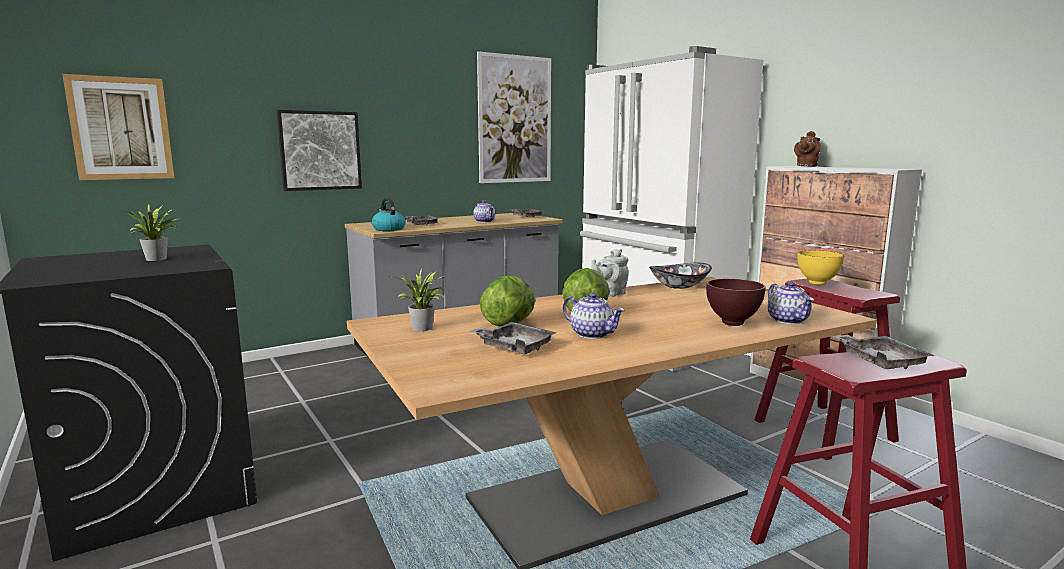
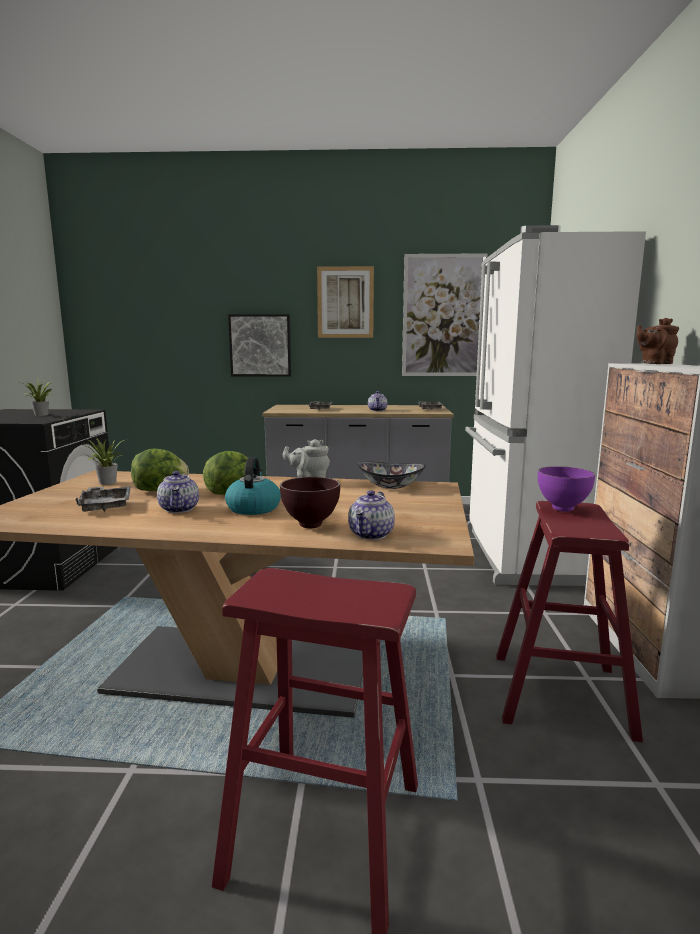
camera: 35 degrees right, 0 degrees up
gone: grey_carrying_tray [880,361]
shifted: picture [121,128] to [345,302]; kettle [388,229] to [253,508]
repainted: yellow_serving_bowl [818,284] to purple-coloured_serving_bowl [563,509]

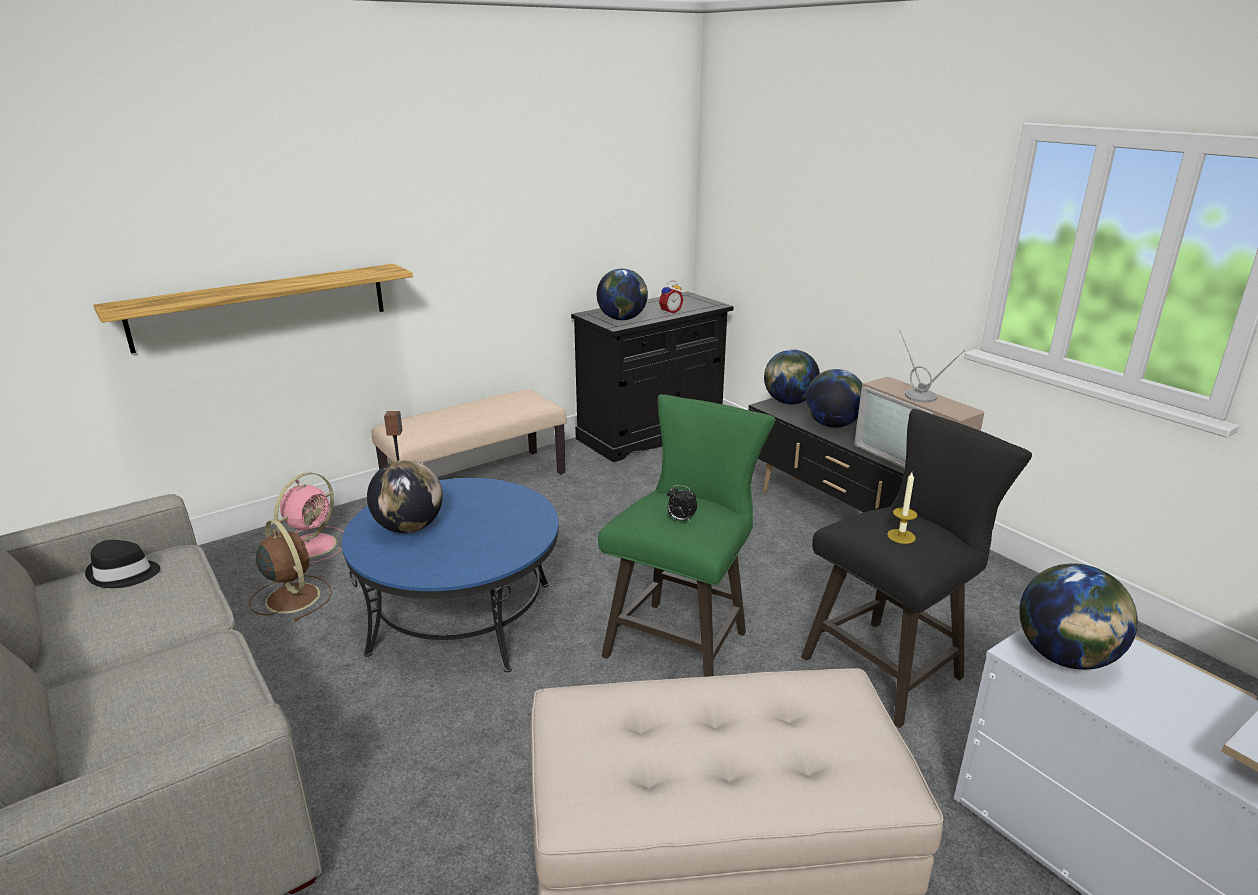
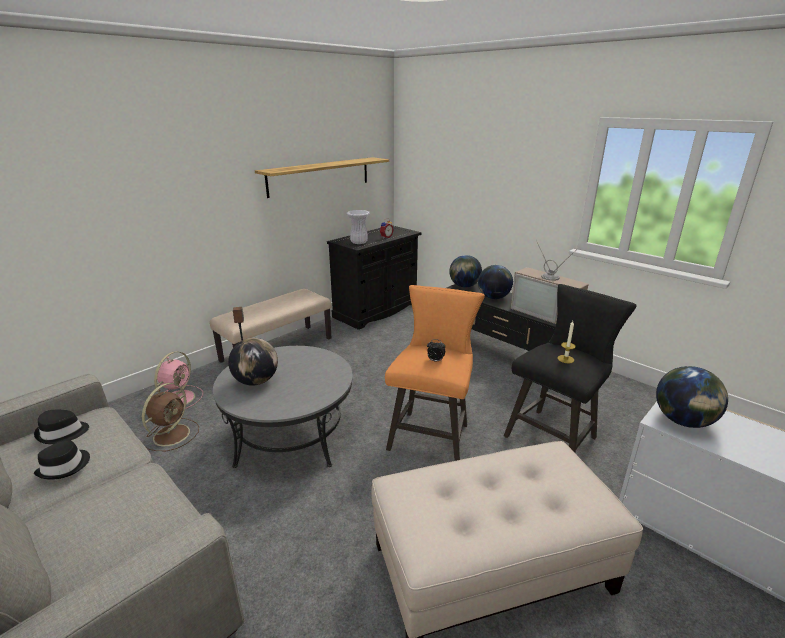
camera: 10 degrees left, 0 degrees up
new: black-coloured_hat [65,466]
shifted: shelf [262,306] to [320,176]
swapped: world_globe [622,319] to whitish_vase [359,242]
repainted: blue-coloured_lounge_table [461,617] to grey_lounge_table [290,435]; green-coloured_sitting_stool [682,639] to orangey_sitting_stool [431,433]
rotated: brown_fan [291,597] = [173,434] 75 degrees clockwise

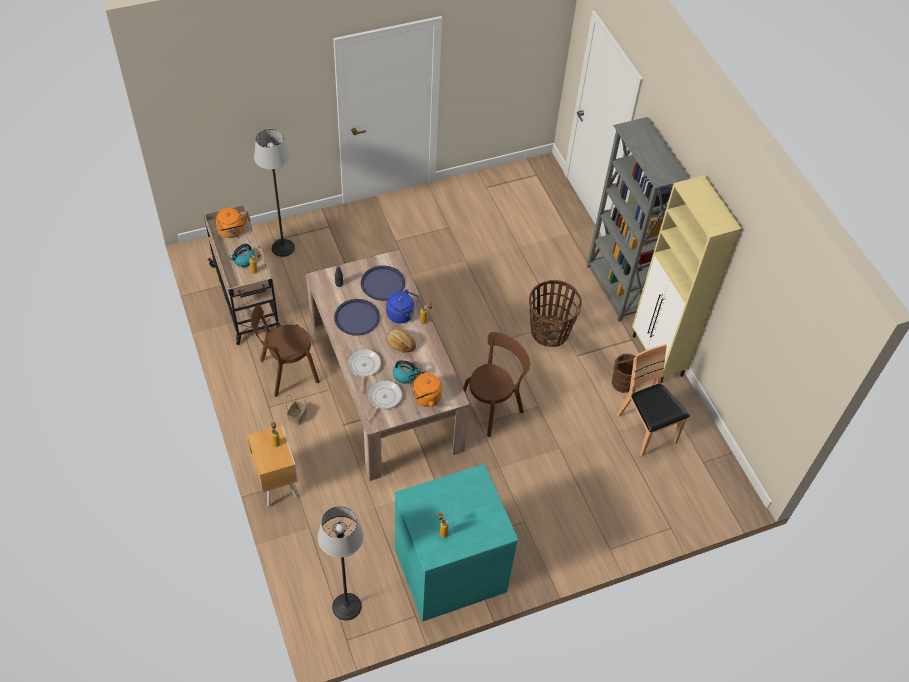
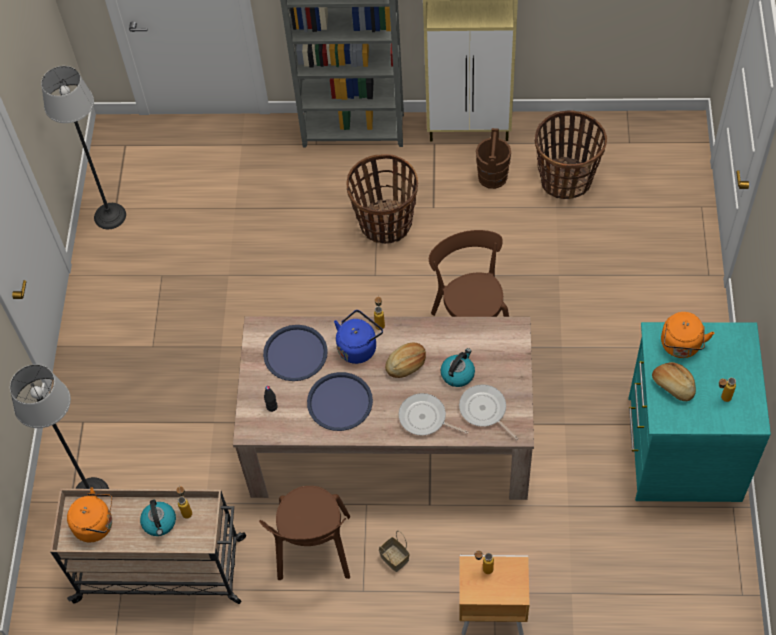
camera: 60 degrees left, 5 degrees up
new: bread [673,386]
shifted: standing_lamp [346,606] to [110,216]; orangey_kettle [424,397] to [681,346]
swapped: brown_plain_chair [645,430] to basket [566,179]

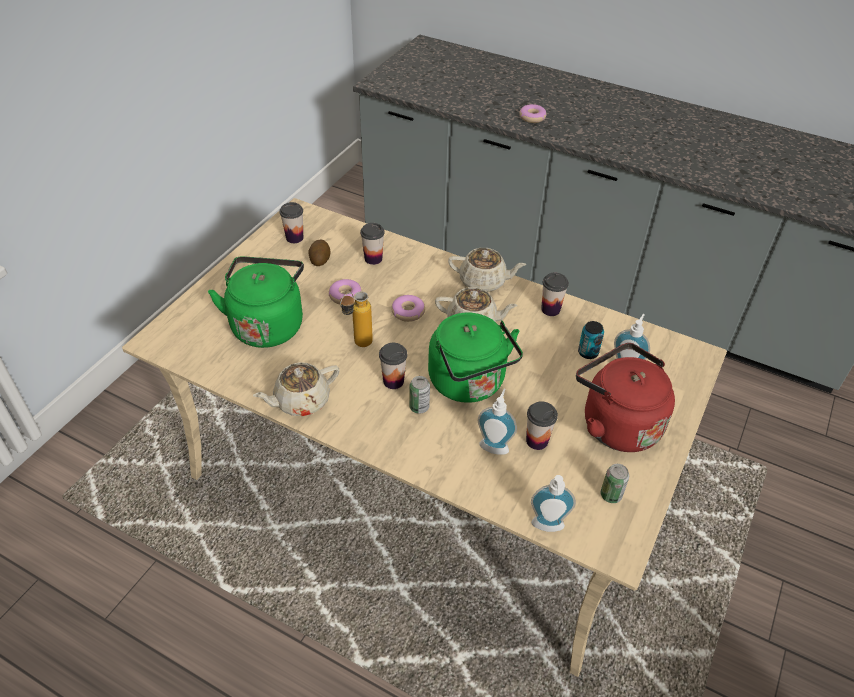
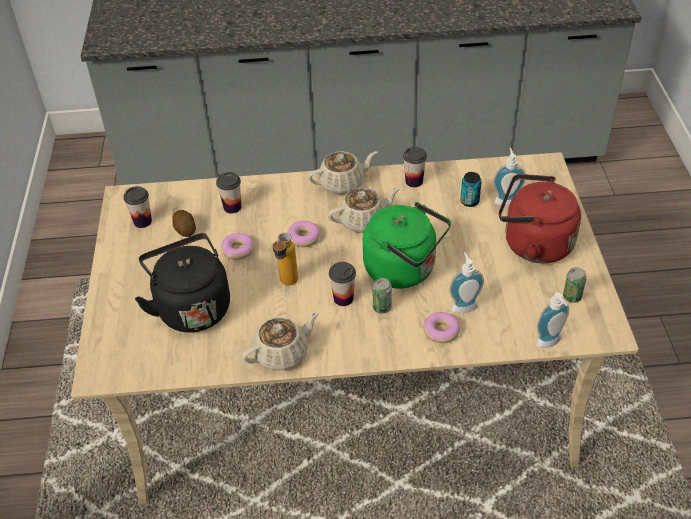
camera: 30 degrees left, 0 degrees up
gone: cup [537,441]
shifted: donut [532,117] to [441,331]
repainted: green-coloured_kettle [267,324] to black-coloured_kettle [191,307]
rotated: beige-coloured_pot_for_tea [301,401] = [282,353] 150 degrees counterclockwise

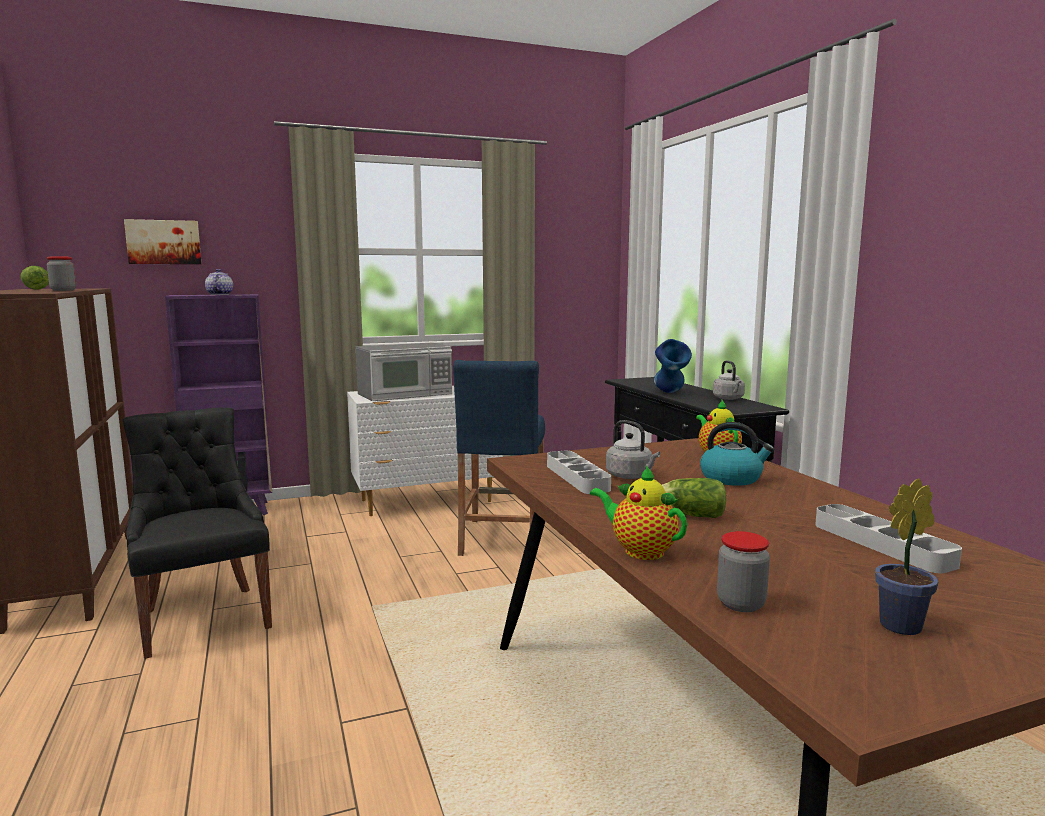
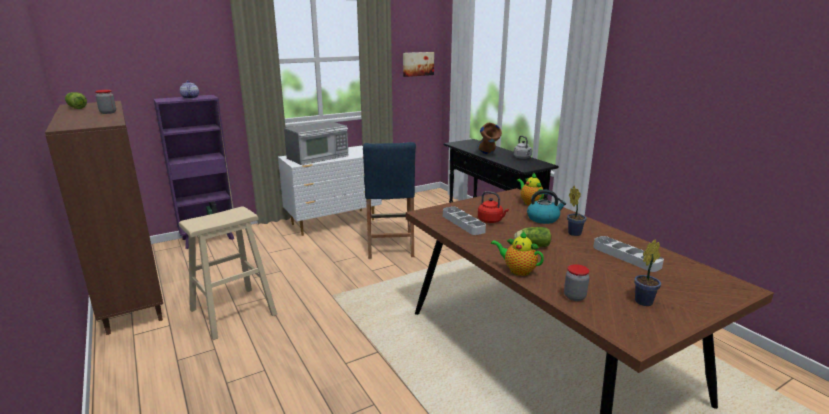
camera: 10 degrees left, 10 degrees up
new: houseplant [573,233]
shifted: picture [164,242] to [417,64]
swapped: black-coloured_plain_chair [204,618] to beige-coloured_sitting_stool [233,312]
repainted: grey_kettle [631,476] to red_kettle [491,221]; blue-coloured_vase [670,393] to brown_vase [488,154]

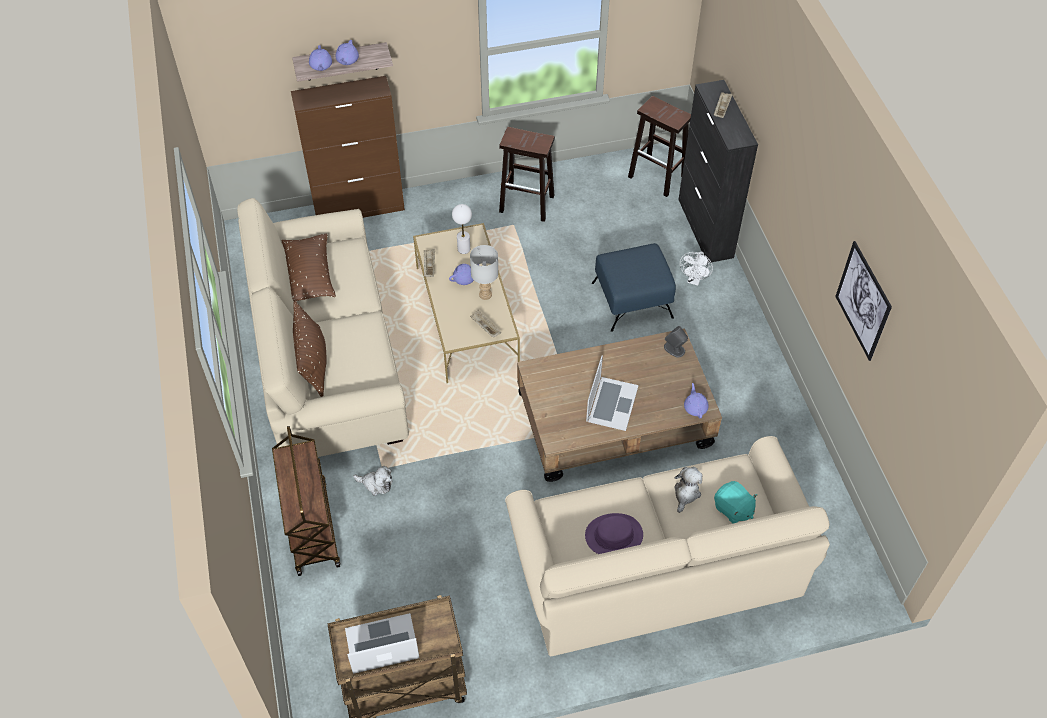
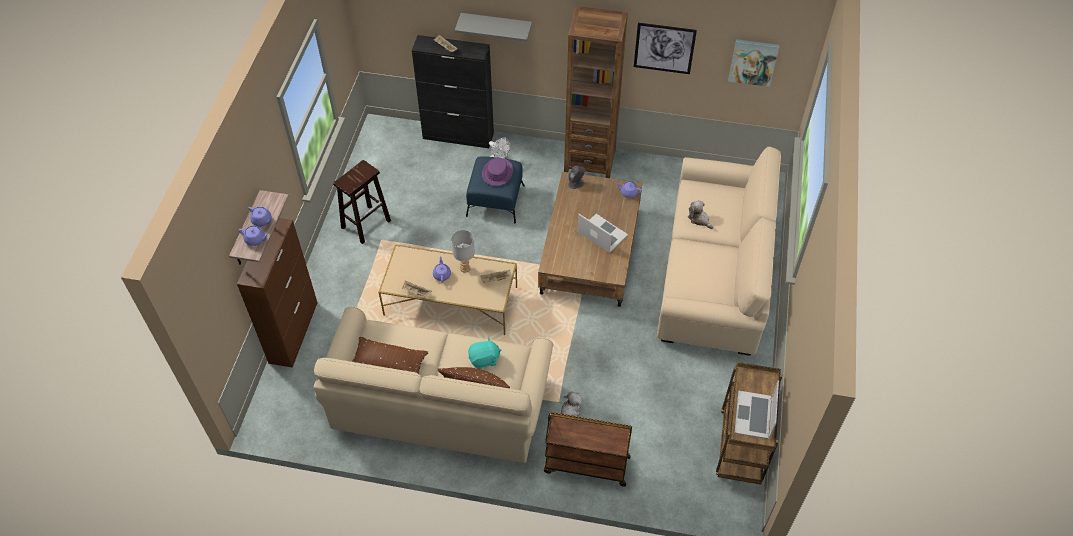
camera: 65 degrees left, 0 degrees up
gone: whitish_table_lamp [463,249]; brown_sitting_stool [658,177]
new: grey_shelf [496,26]; brown_bookshelf [590,160]; picture [753,62]
shifted: purple-coloured_hat [613,535] to [497,172]; turquoise_soft_toy [733,509] to [484,359]

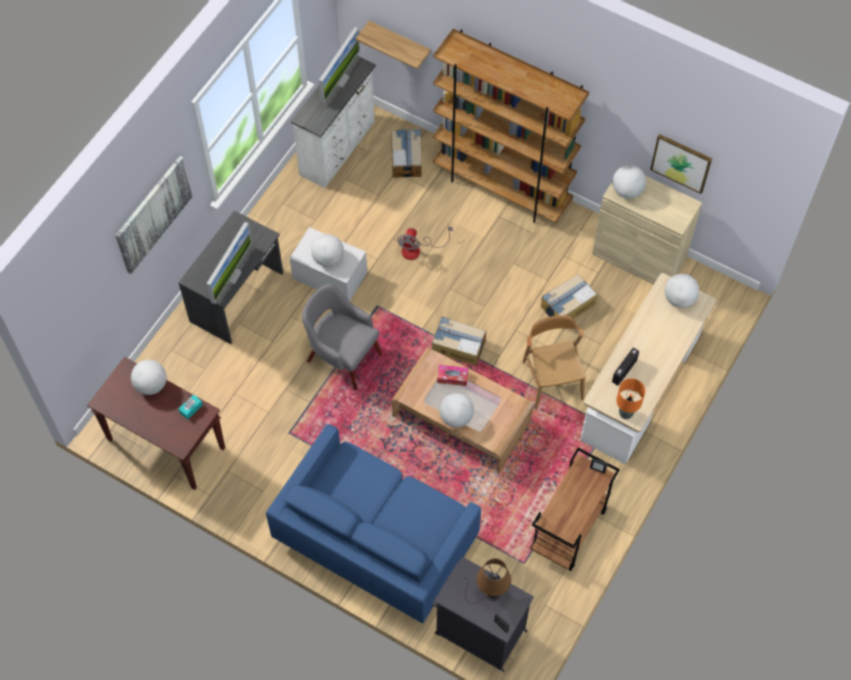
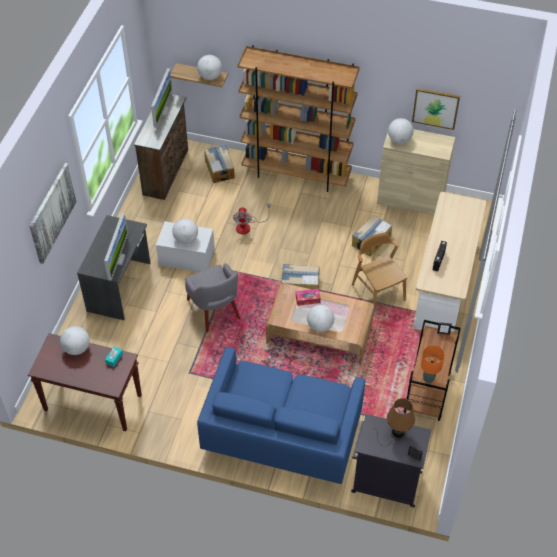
camera: 15 degrees left, 10 degrees down
shifted: orangey_table_lamp [625,413] to [428,378]; world_globe [679,299] to [210,76]
repainted: whitish_drawer_chest [339,148] to brown_drawer_chest [167,172]
rotated: grey_armchair [342,356] = [214,310] 135 degrees counterclockwise

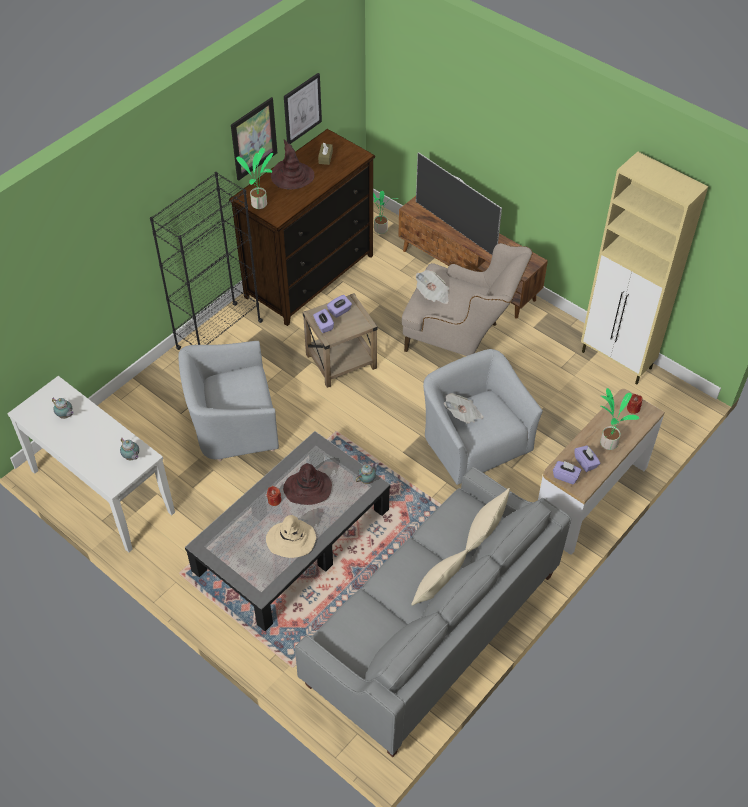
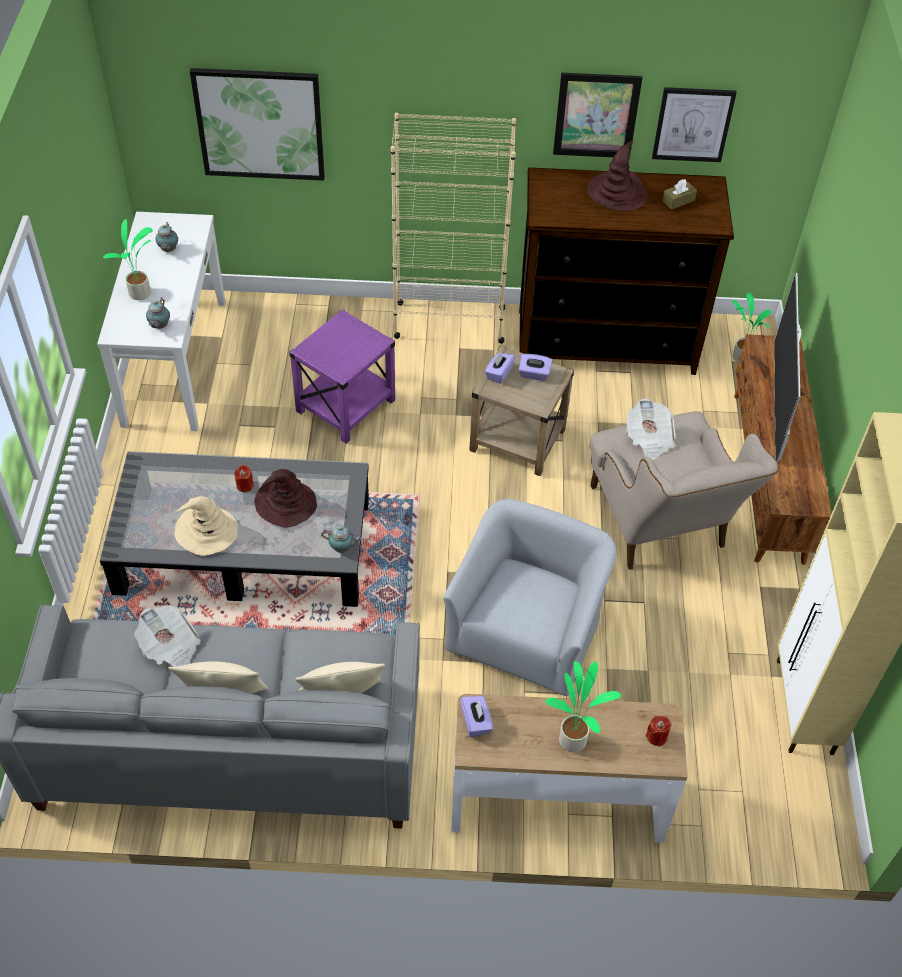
camera: 50 degrees right, 0 degrees up
gone: purple-coloured_tissue_box [586,463]
new: picture [260,124]
shifted: houseplant [260,204] to [141,294]; daily_paper [463,415] to [170,647]
swapped: grey_armchair [233,424] to purple-coloured_side_table [346,406]
repainted: black-coloured_bookshelf [219,335] to beige-coloured_bookshelf [448,322]

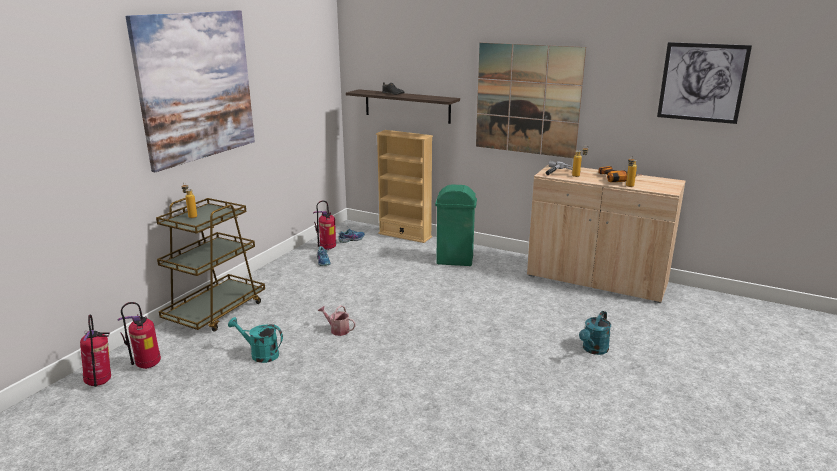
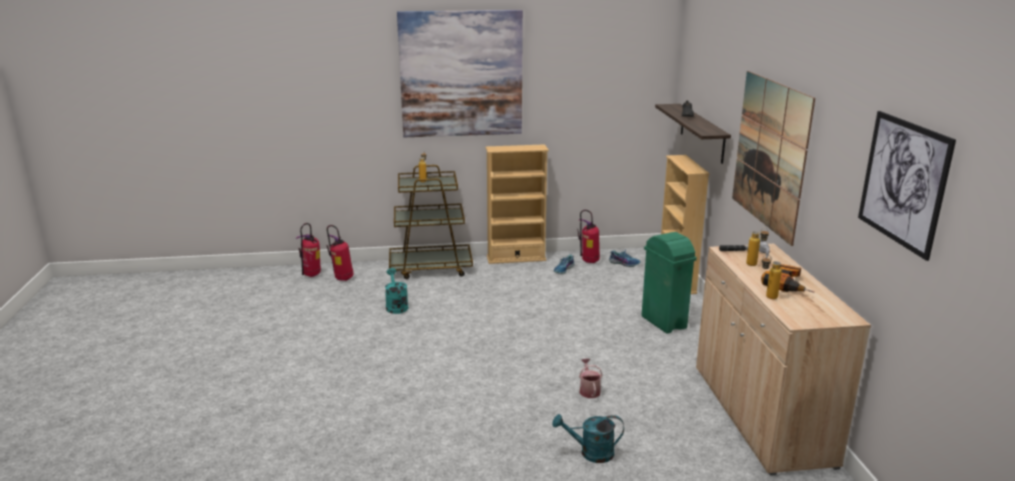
camera: 55 degrees right, 0 degrees up
new: beige-coloured_bookshelf [516,258]
shifted: watering_can [337,330] to [589,390]

